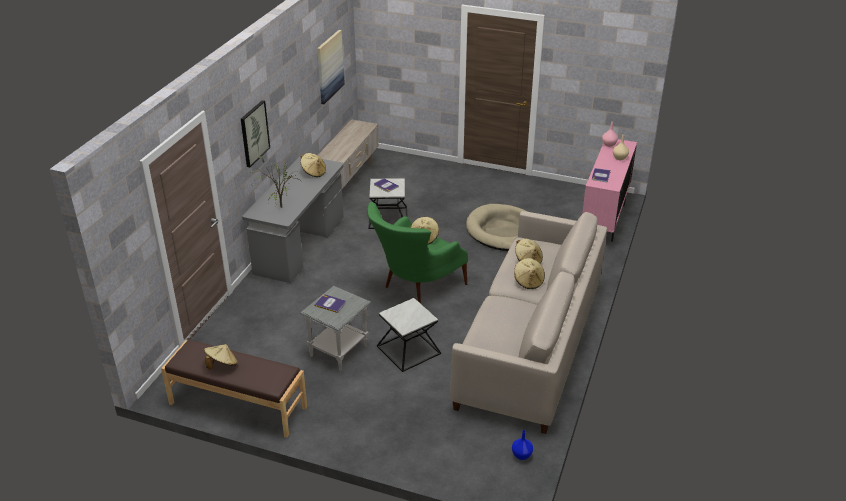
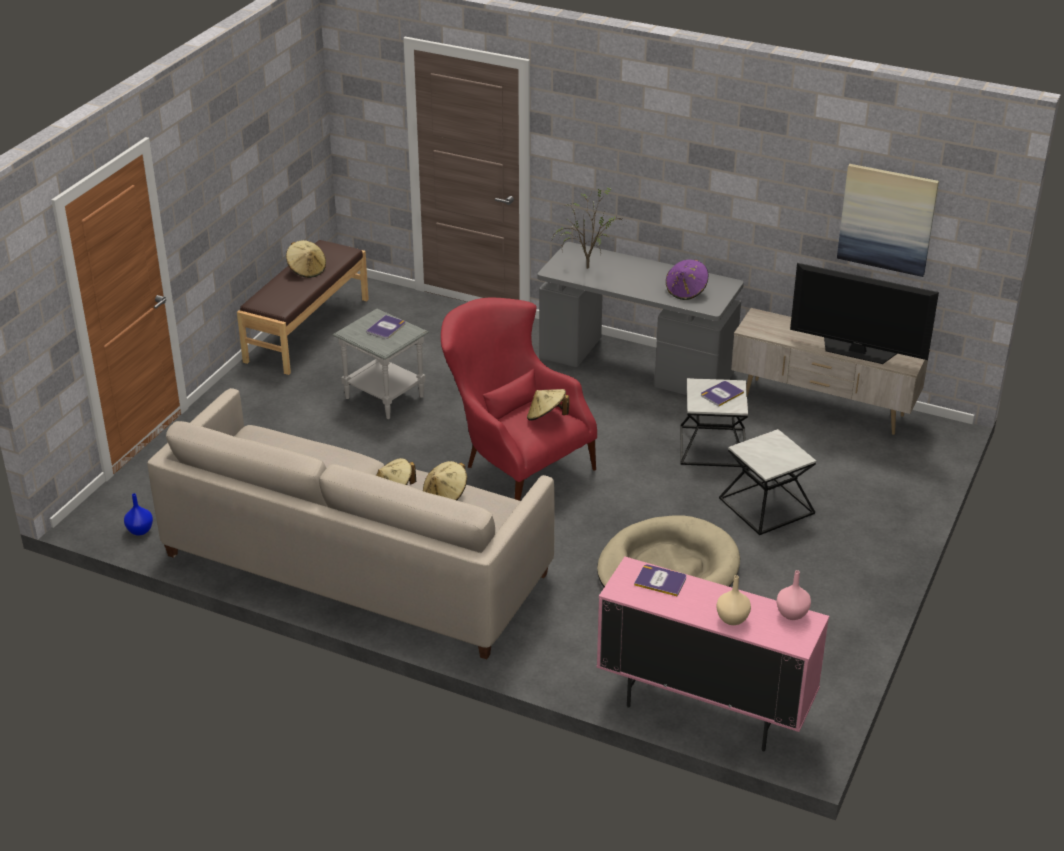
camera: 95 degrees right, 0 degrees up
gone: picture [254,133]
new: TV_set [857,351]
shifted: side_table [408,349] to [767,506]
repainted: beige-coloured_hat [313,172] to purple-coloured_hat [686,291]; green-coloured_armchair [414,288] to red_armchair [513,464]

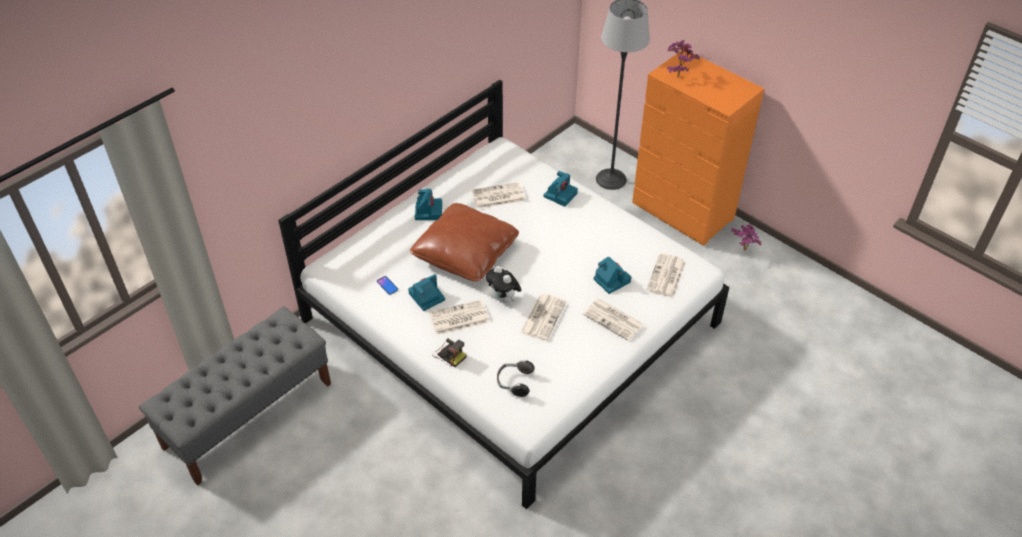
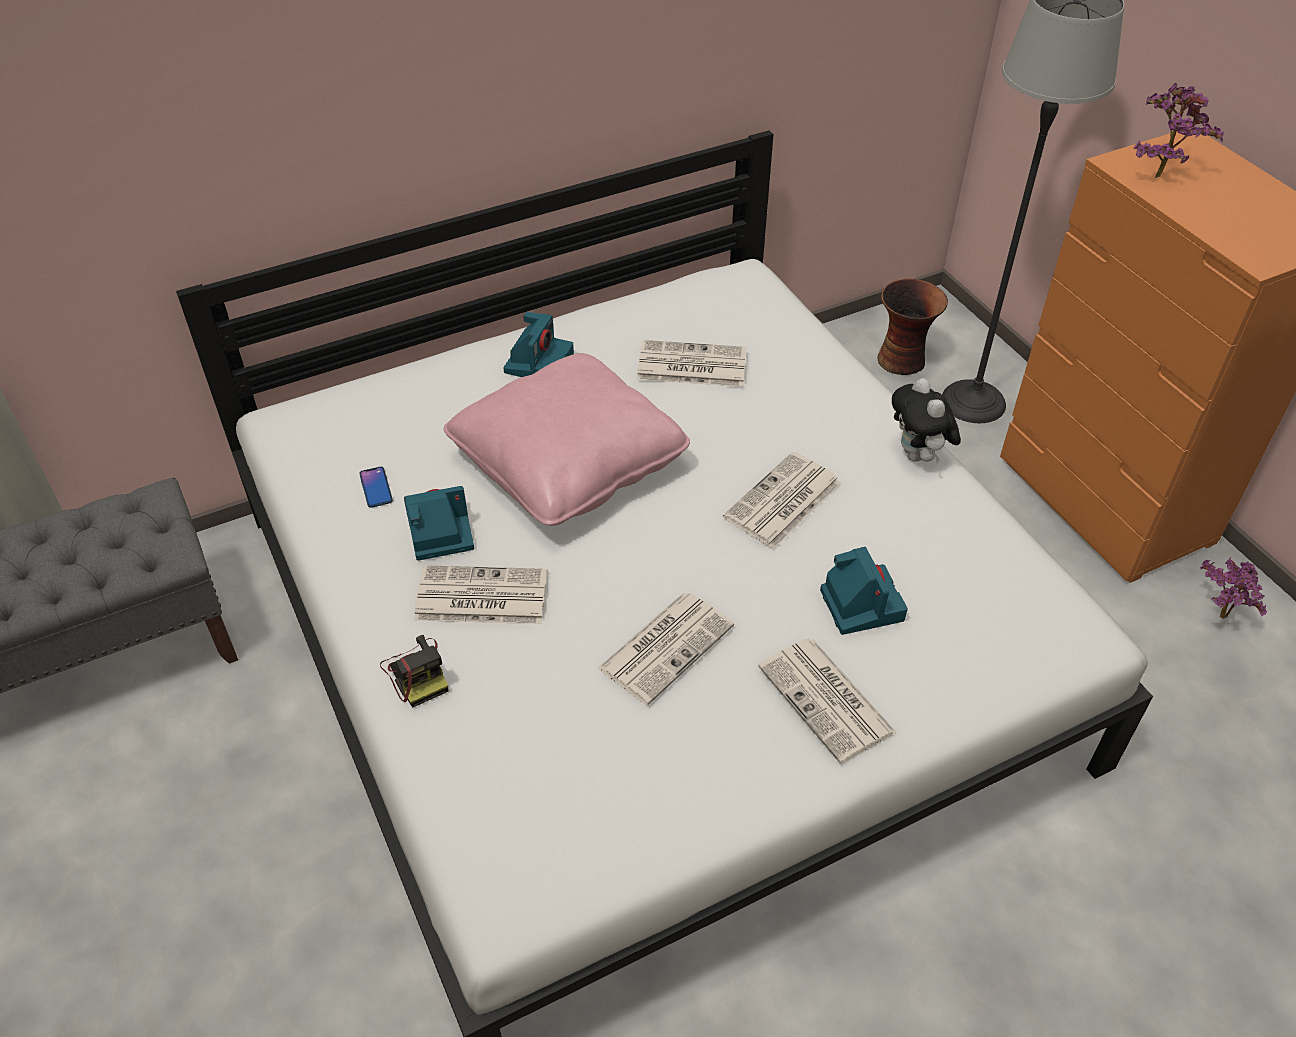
camera: 20 degrees right, 0 degrees up
gone: headset [514,382]; photo_camera [560,194]
new: vase [902,360]
shifted: soft_toy [504,299] to [918,456]; daily_paper [666,276] to [782,502]
repainted: brown_cushion [465,253] to pink-coloured_cushion [568,463]

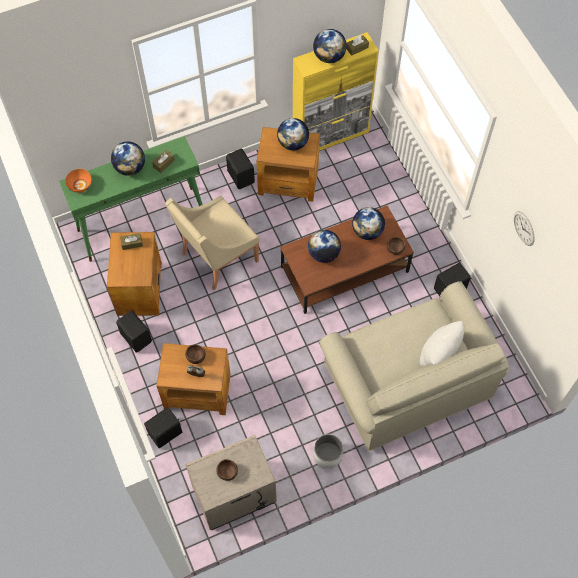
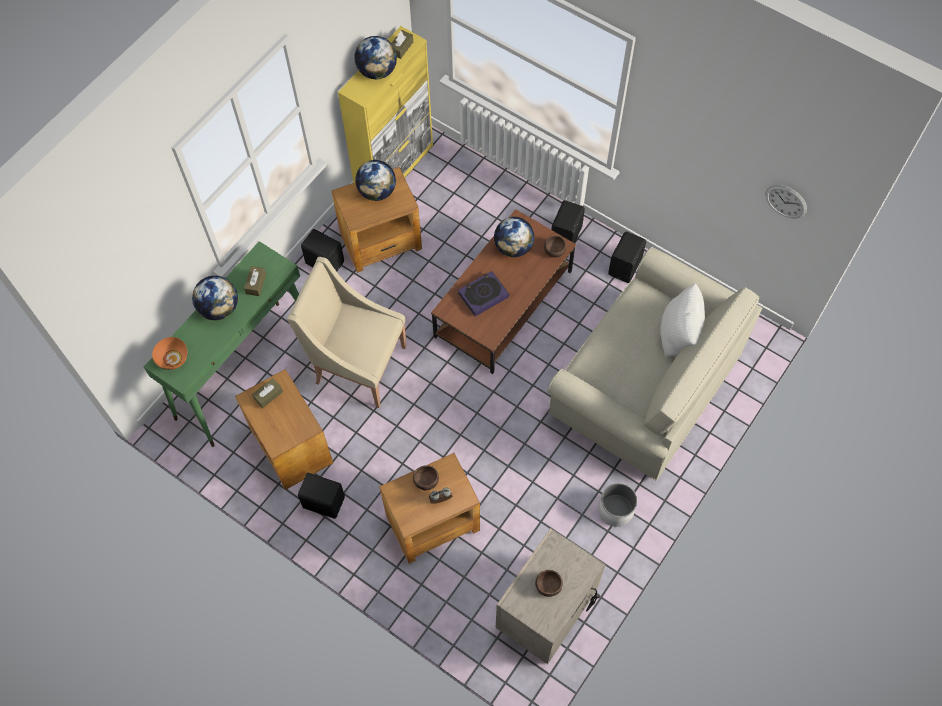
camera: 30 degrees left, 0 degrees up
shifted: black-coloured_speaker [166,433] to [567,235]; clock_on_the_wall [524,228] to [786,201]
swapped: world_globe [323,253] to bound_book [483,295]
rotated: beige-coloured_armchair [217,258] = [357,365] 90 degrees clockwise

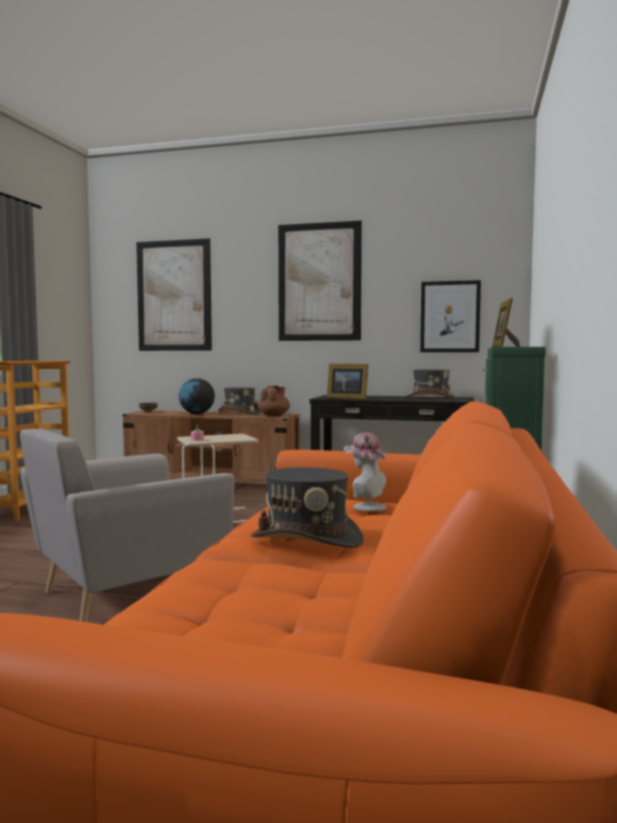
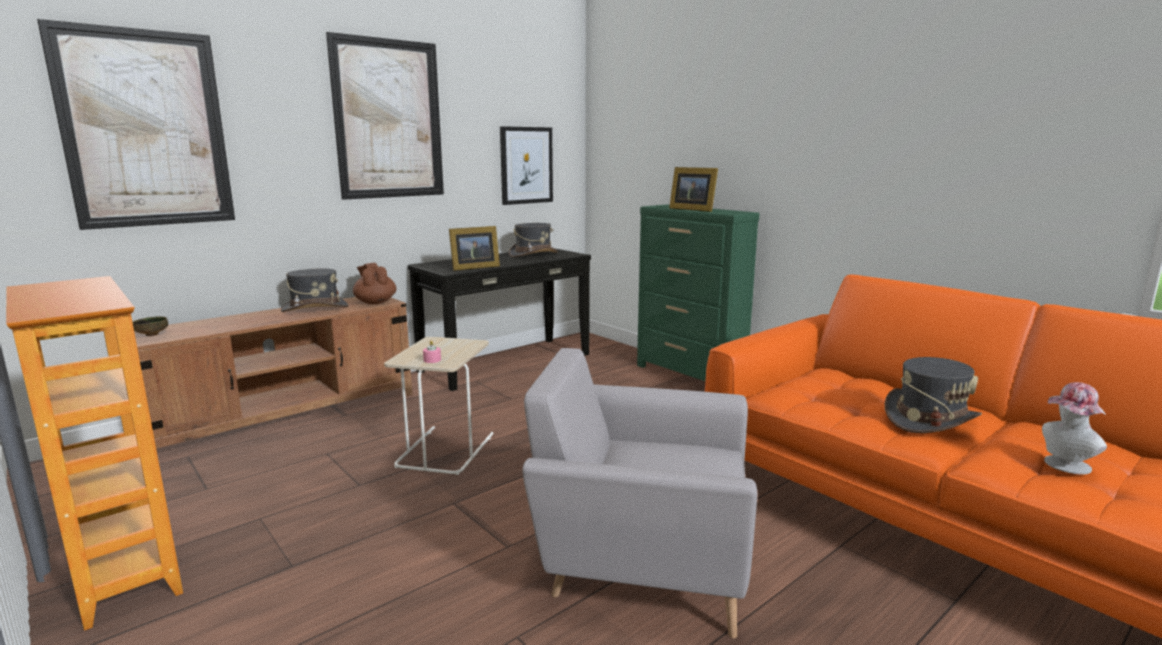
camera: 55 degrees left, 10 degrees up
gone: world_globe [196,414]
shifted: hat [365,506] to [1064,466]
rotated: grey_armchair [125,592] = [641,564] 105 degrees clockwise

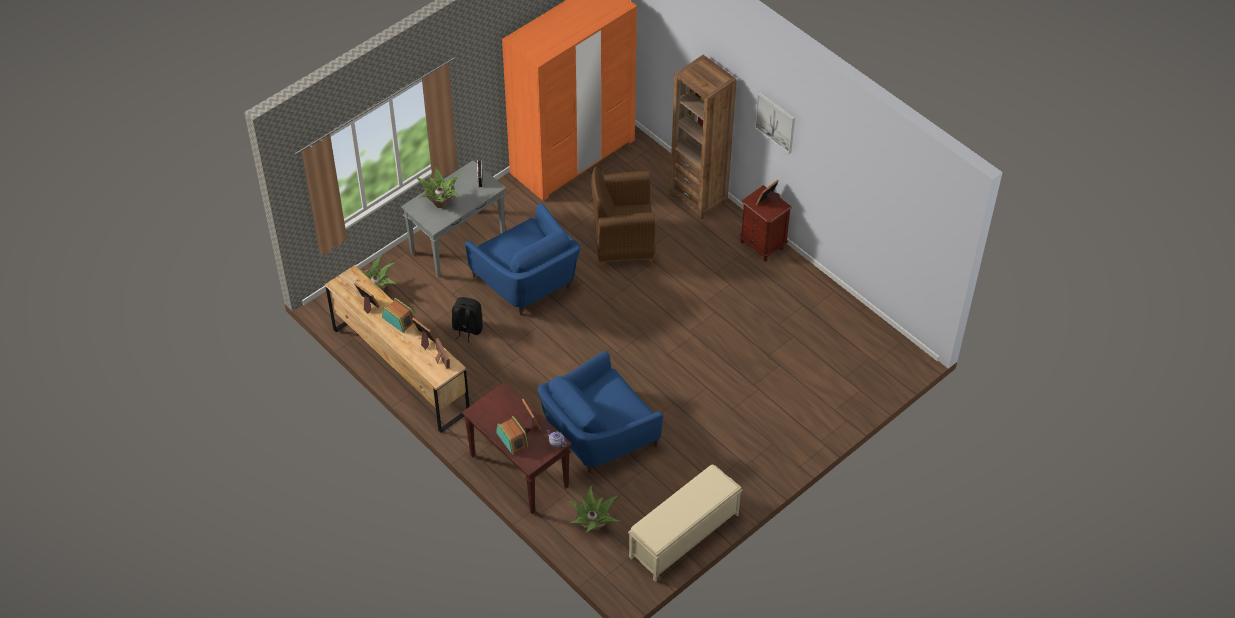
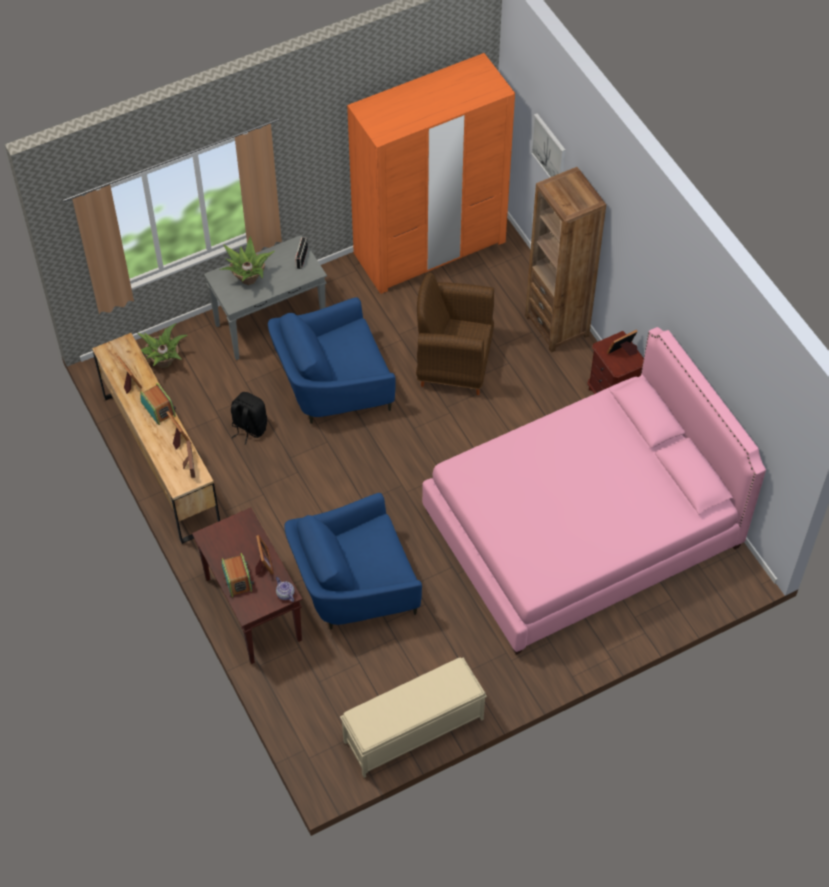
camera: 15 degrees right, 5 degrees up
gone: houseplant [593,525]
new: pink-coloured_bed [581,529]
shifted: picture [775,122] to [549,150]
rotated: blue-coloured_armchair [528,282] = [333,387] 90 degrees clockwise

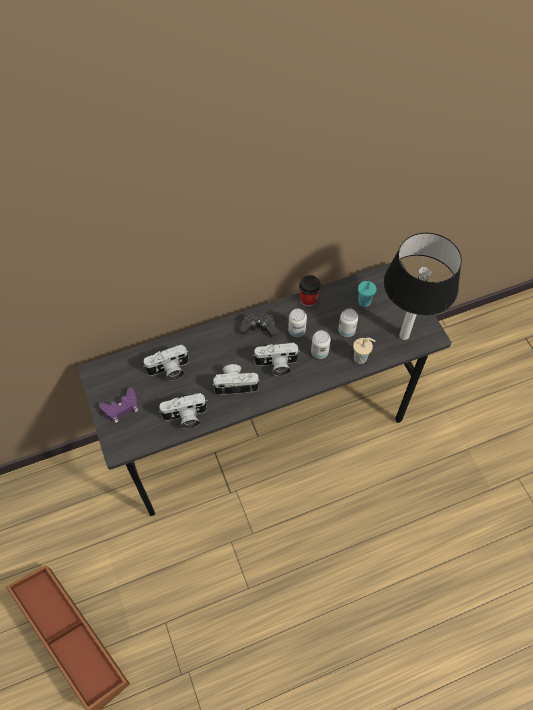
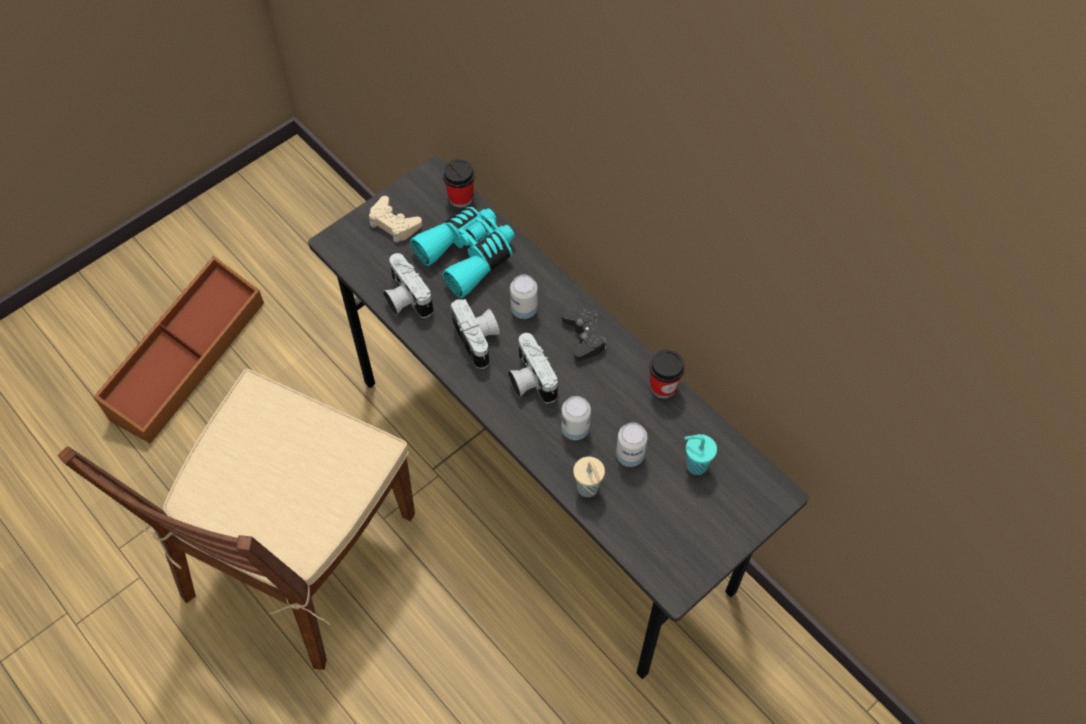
camera: 70 degrees right, 0 degrees up
gone: table_lamp [403,335]
new: brown_plain_chair [298,557]; cup [460,198]
shifted: sealed_can [296,331] to [524,309]
swapped: photo_camera [169,371] to turquoise_field_glasses [468,255]
repainted: purple-coloured_game_controller [121,407] to beige-coloured_game_controller [394,223]

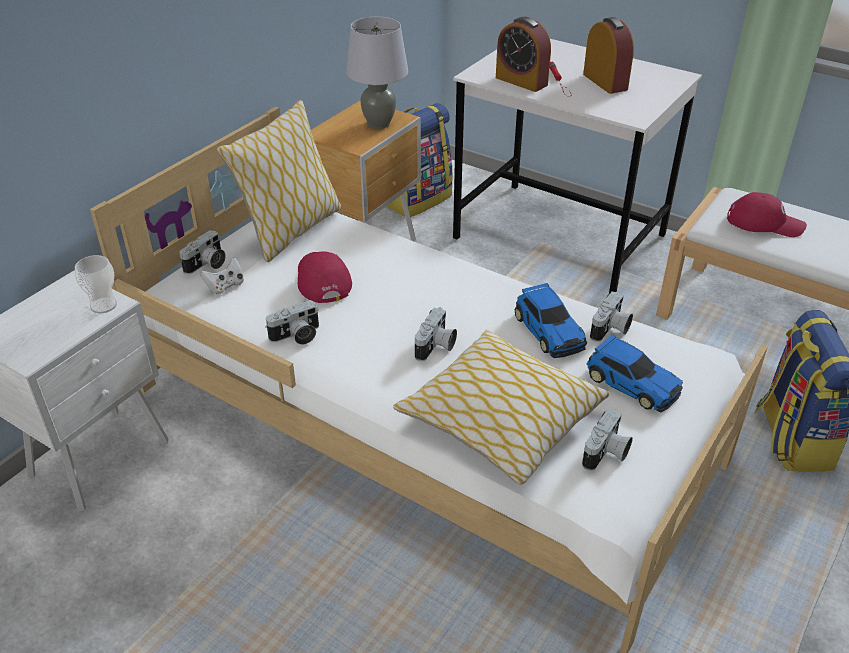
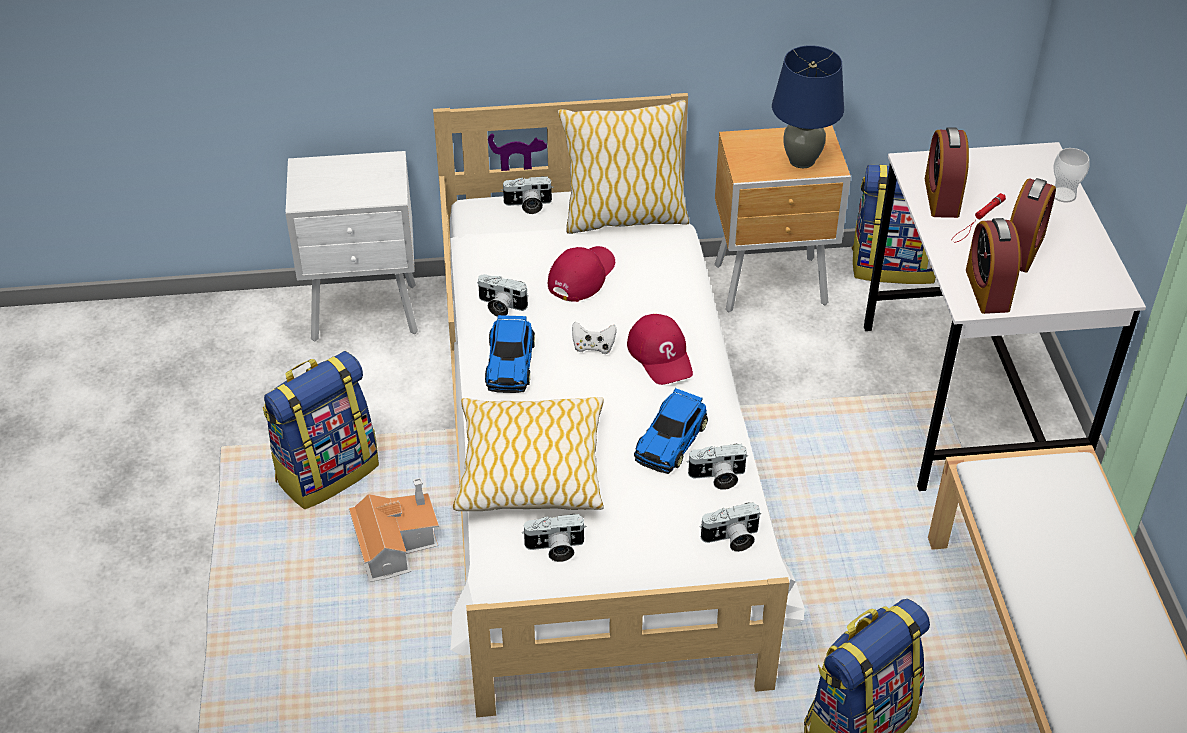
camera: 50 degrees right, 5 degrees up
new: backpack [327,472]; toy_house [395,544]; table_clock [987,290]
shifted: cup [103,305] to [1063,195]; whitish_game_controller [225,286] to [593,347]; photo_camera [436,347] to [731,539]; toy_car [631,383] to [510,363]; red_peaked_cap [764,223] to [661,355]
repainted: grey_table_lamp [379,124] to blue-coloured_table_lamp [802,160]

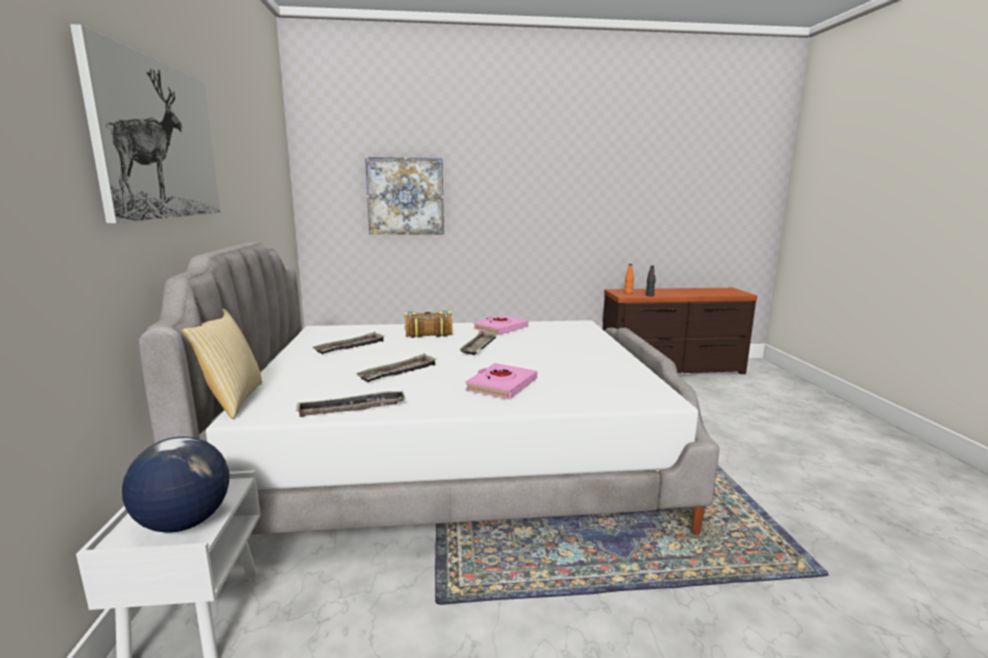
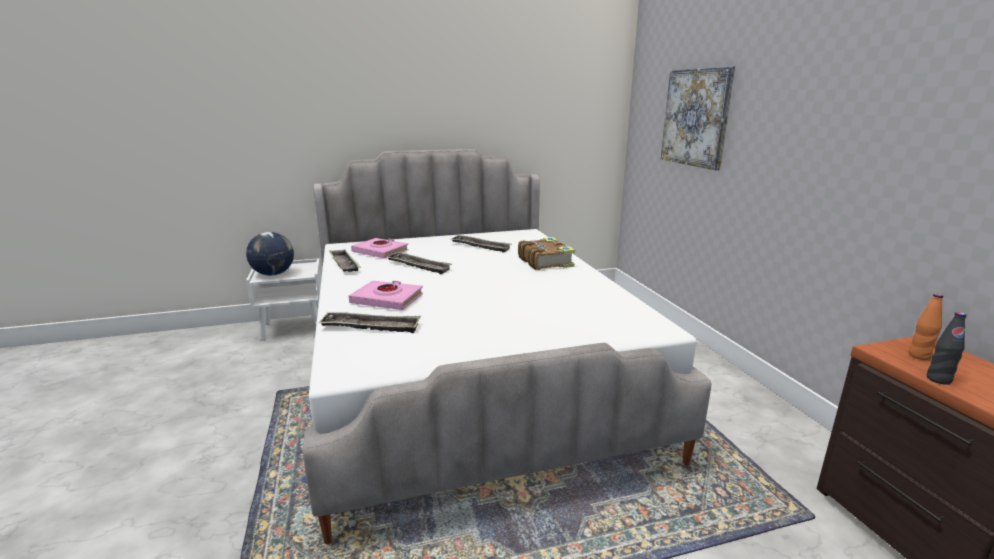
camera: 80 degrees right, 5 degrees up
gone: picture [159,140]; cushion [231,401]
shifted: carrying_tray [479,347] to [371,327]; pink-coloured_bound_book [500,328] to [380,252]

